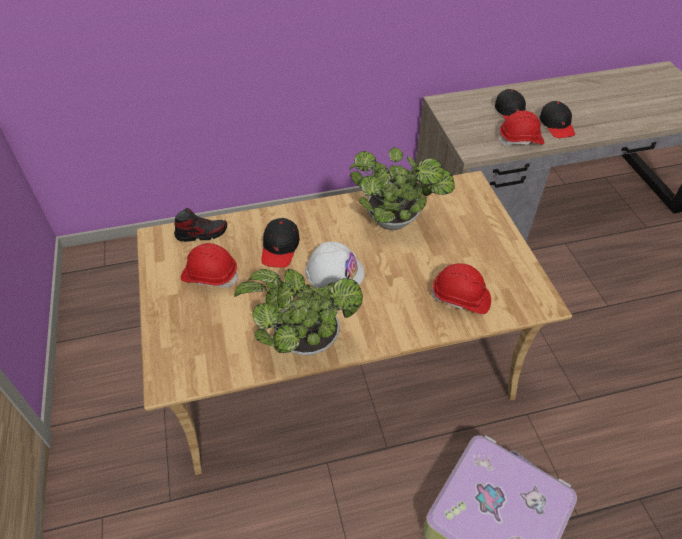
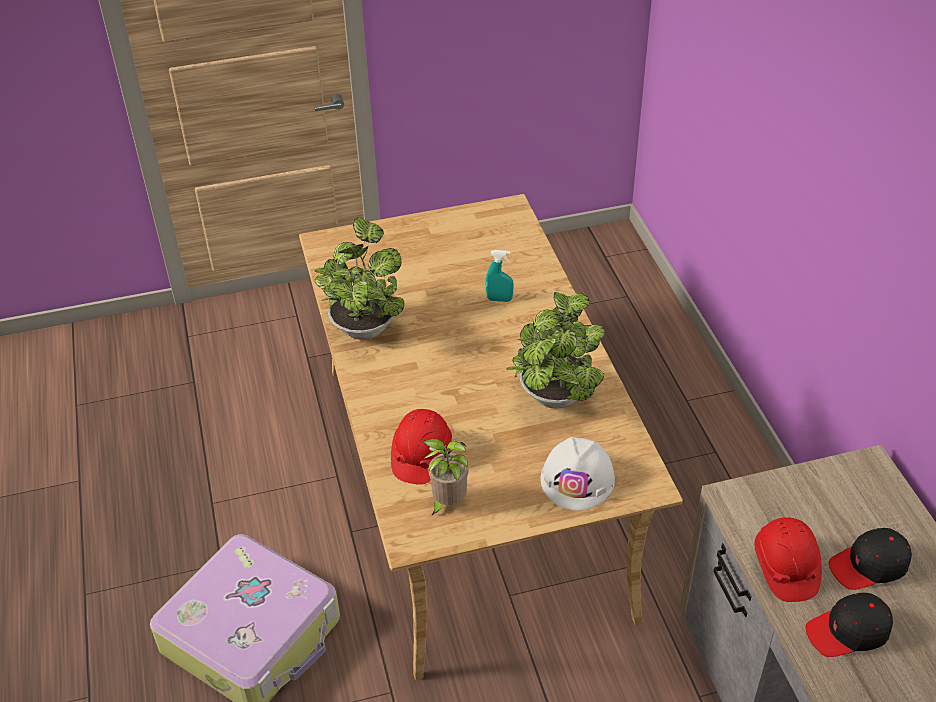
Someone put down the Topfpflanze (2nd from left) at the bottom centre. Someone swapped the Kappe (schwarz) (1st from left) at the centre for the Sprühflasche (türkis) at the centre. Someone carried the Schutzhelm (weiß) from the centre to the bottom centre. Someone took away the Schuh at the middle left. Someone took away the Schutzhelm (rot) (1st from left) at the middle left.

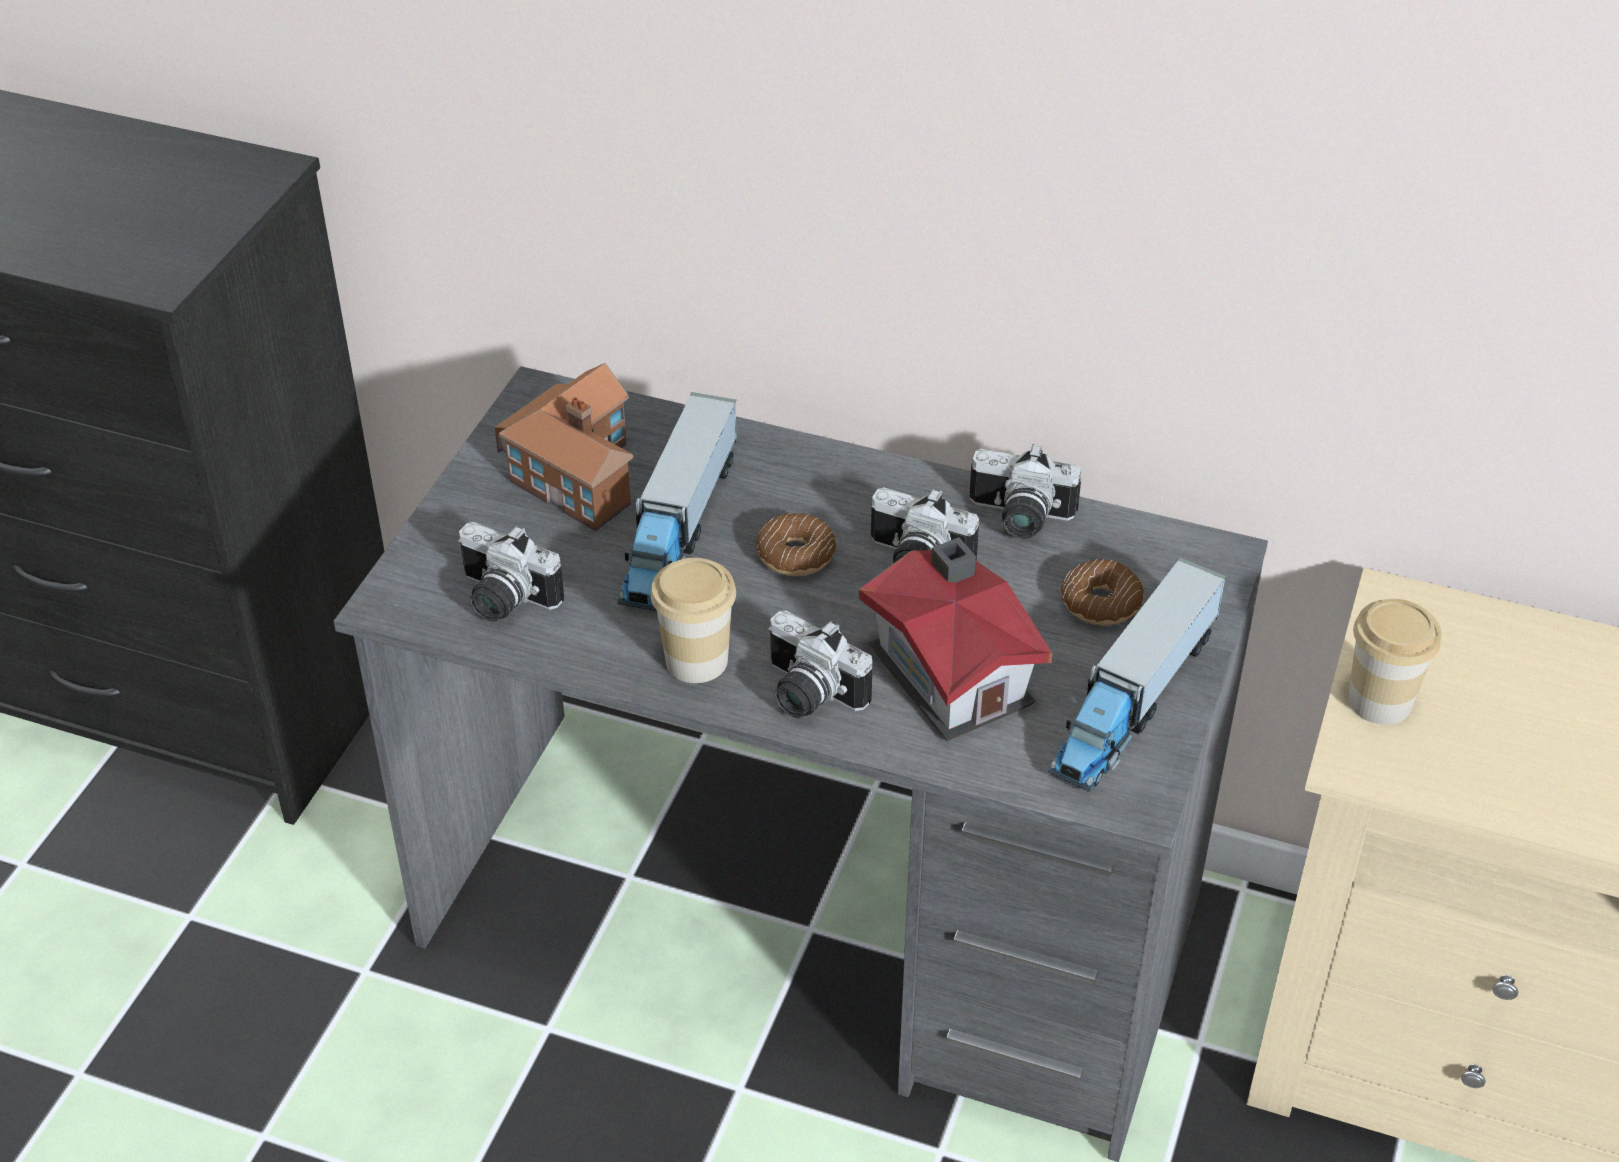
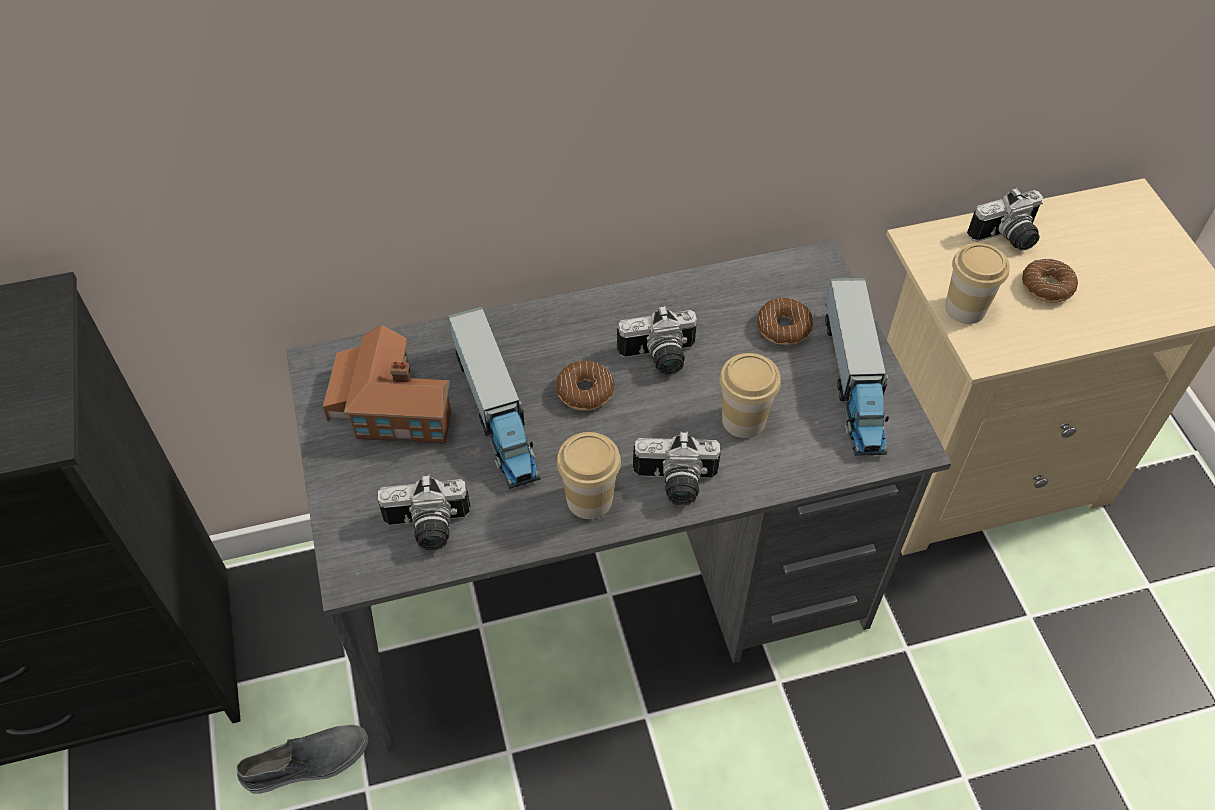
Someone put down the Schuh (grau) at the bottom left. Someone swapped the Spielzeughaus (2nd from left) at the centre for the Tasse (2nd from left) at the centre. Someone carried the Kamera (4th from left) from the centre to the top right. Someone put down the Donut (3rd from left) at the middle right.

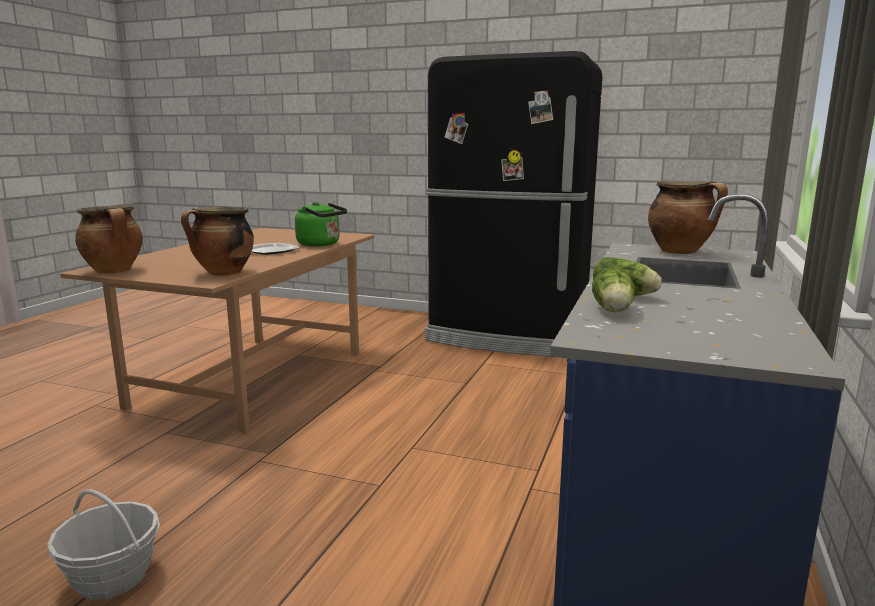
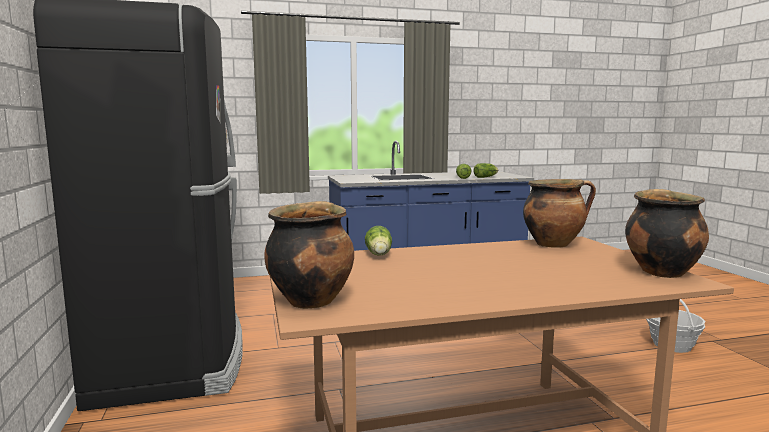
Someone carried the Kochtopf (3rd from left in the first image) from the middle right to the centre. Someone swapped the Wasserkessel (grün) at the centre for the Salatkopf (1st from left) at the centre. Someone took away the Teller at the middle left.

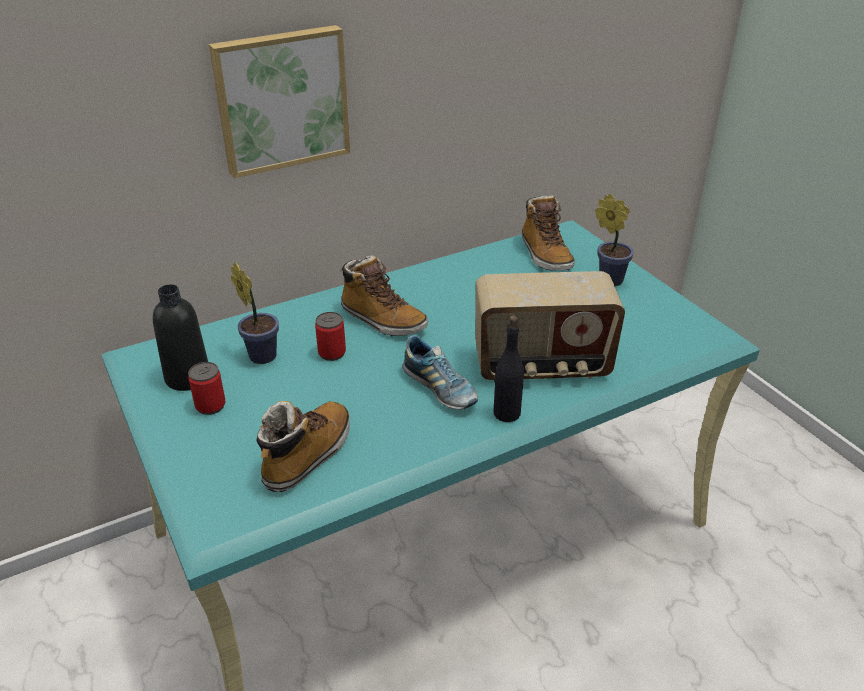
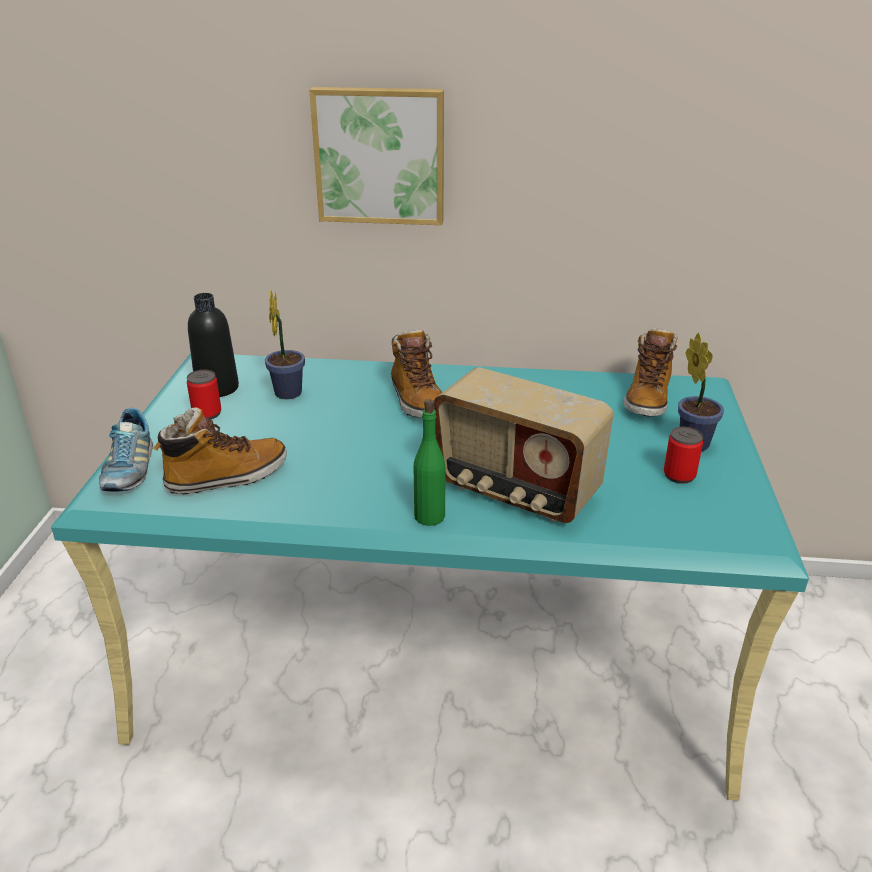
Someone carried the Schuh from the centre to the middle left. Someone repainted the Flasche (schwarz) (2nd from left) at the centre, which became the Flasche (grün) at the centre. Someone carried the Dose (2nd from left) from the centre to the middle right.

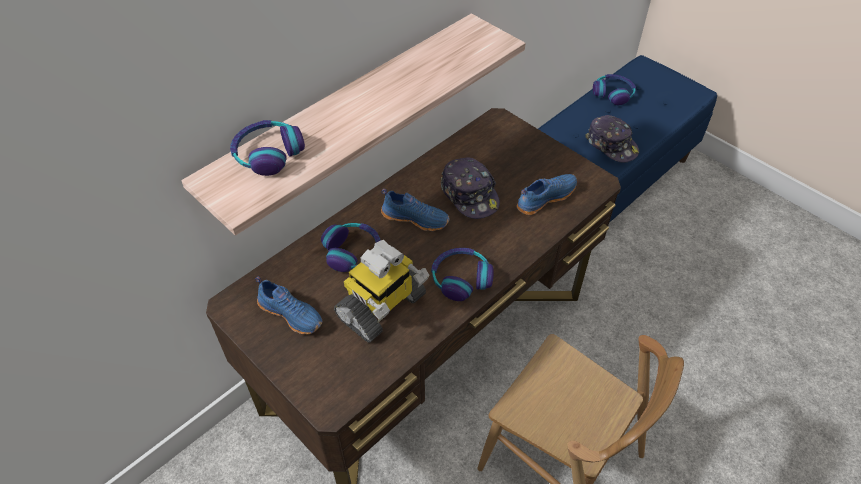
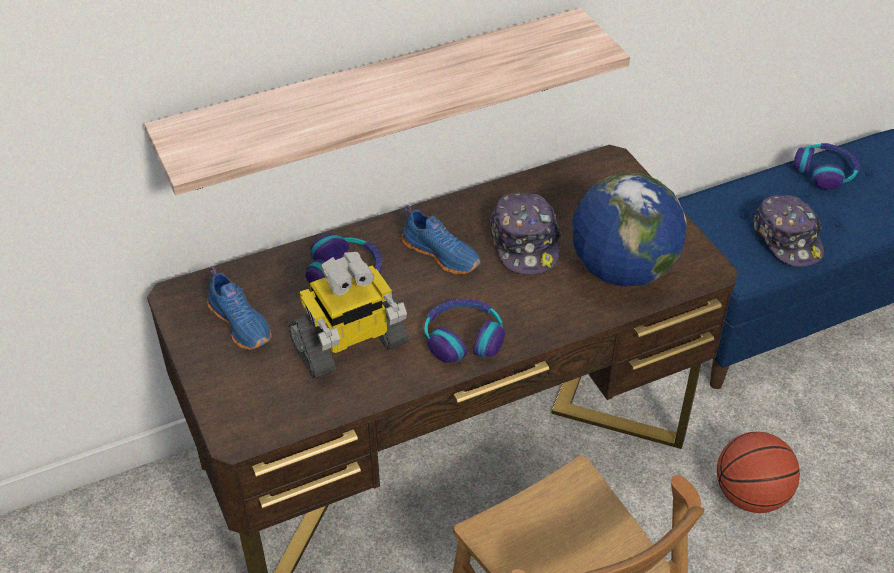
Someone swapped the Schuh (blau) (3rd from left) at the centre for the Globus at the middle right. Someone put down the Basketball at the bottom right. Someone took away the Kopfhörer (1st from left) at the top left.

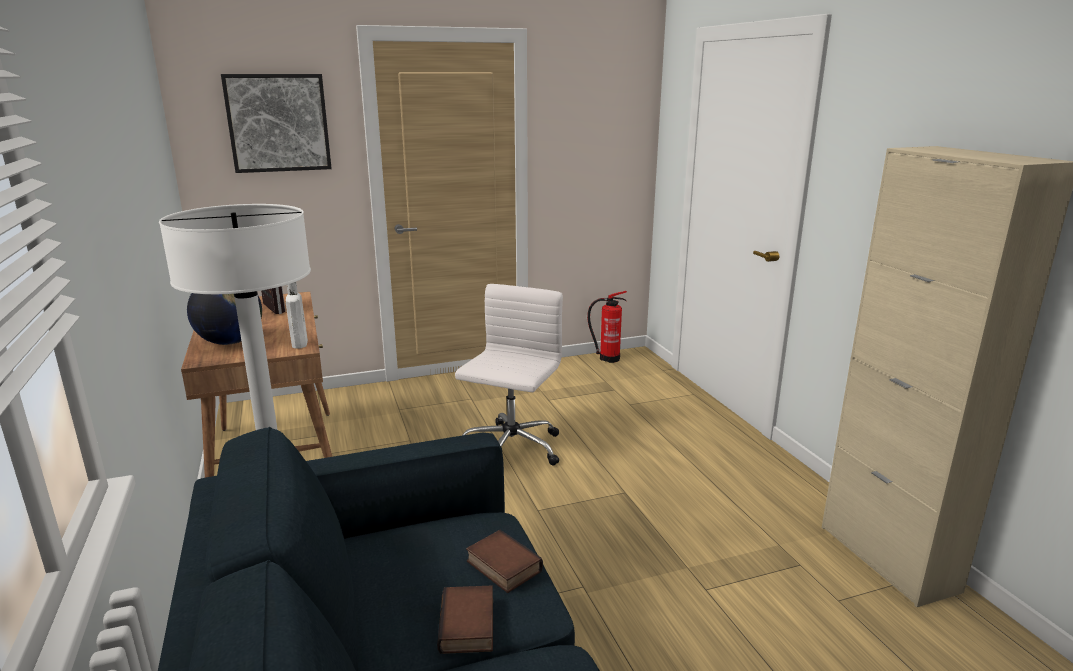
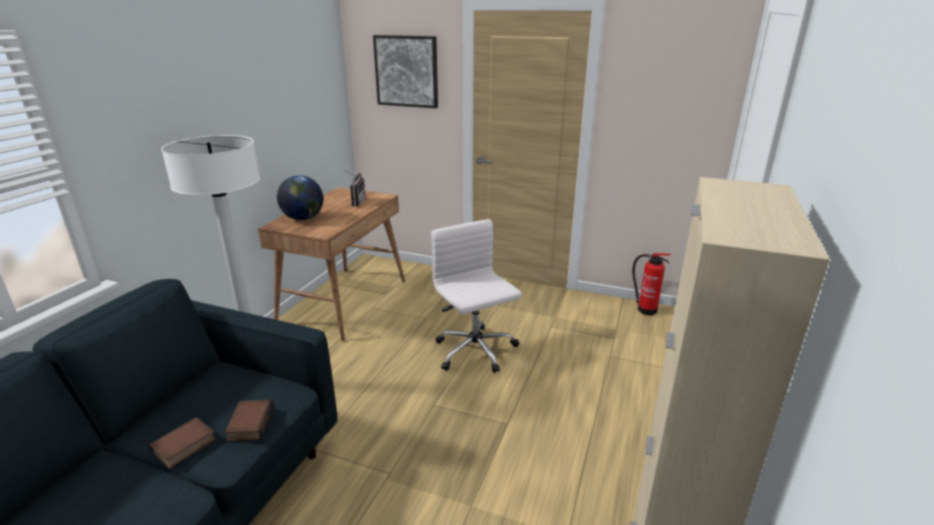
Someone rotated the Bürostuhl (weiß) at the centre by 90 degrees counterclockwise. Someone took away the Flasche (weiß) at the middle left.

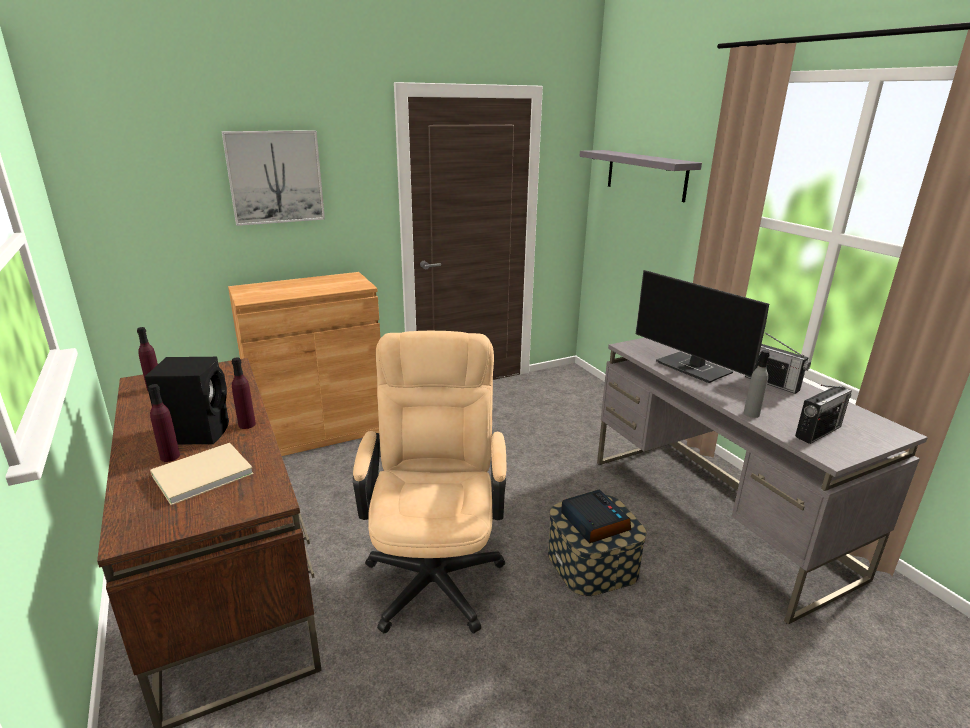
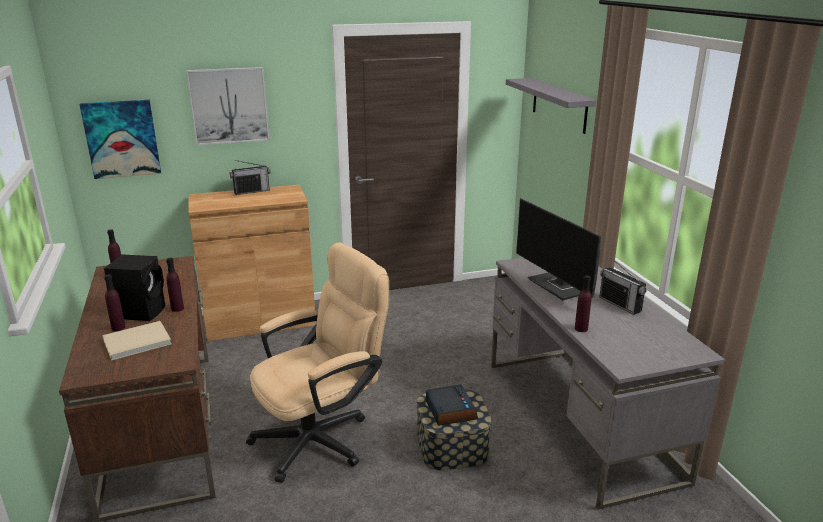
Someone put up the Bild (1st from left) at the top left. Someone carried the Radio (2nd from left in the first image) from the middle right to the middle left. Someone rotated the Bürostuhl (beige) at the centre by 45 degrees clockwise. Someone repainted the Flasche (grau) at the middle right, which became the Flasche (lila) (4th from left) at the middle right.

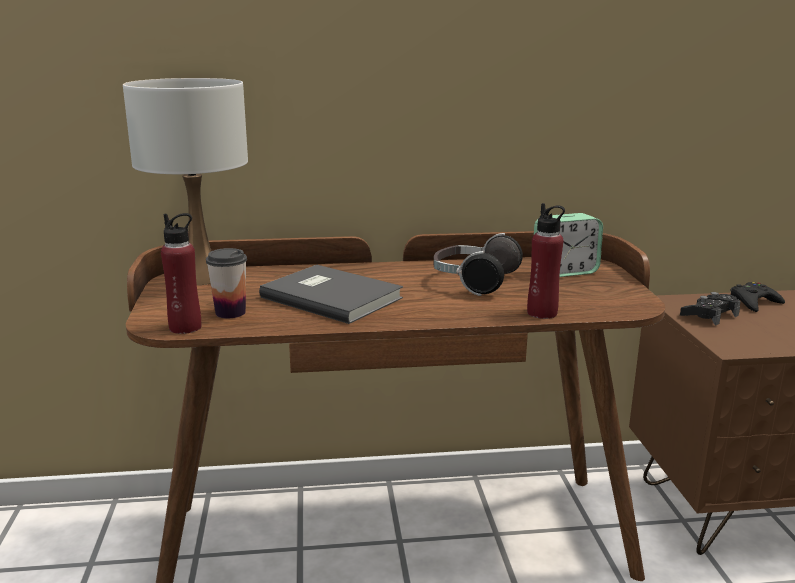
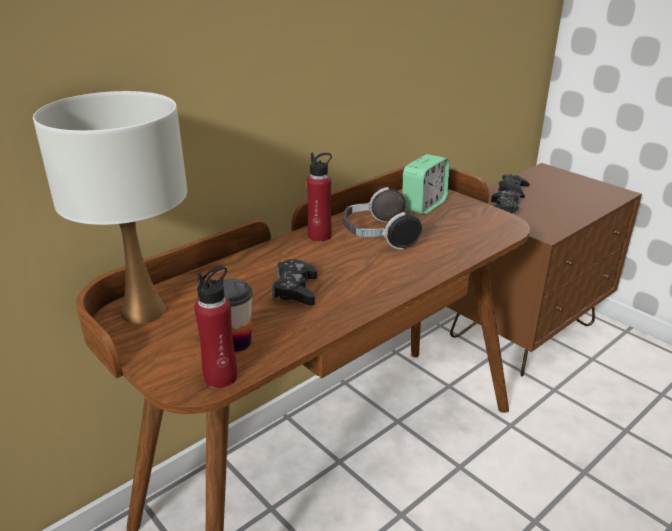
Someone swapped the Buch (grau) at the centre for the Gamepad (schwarz) (1st from left) at the centre. Someone carried the Flasche (rot) (2nd from left) from the middle right to the centre.

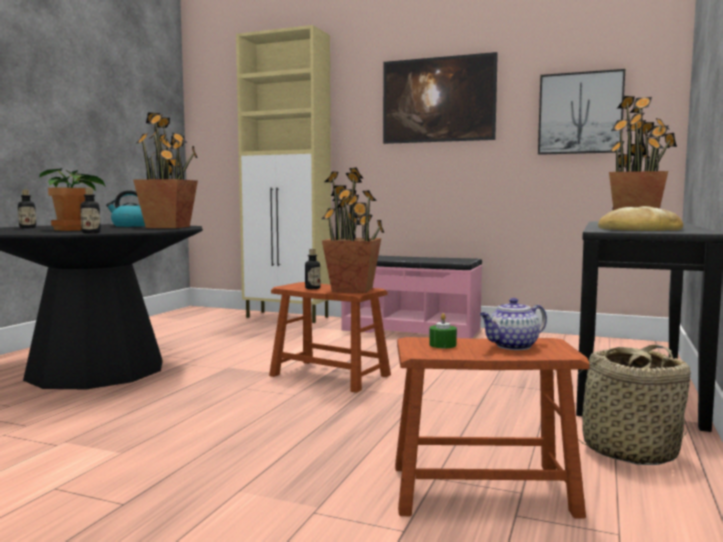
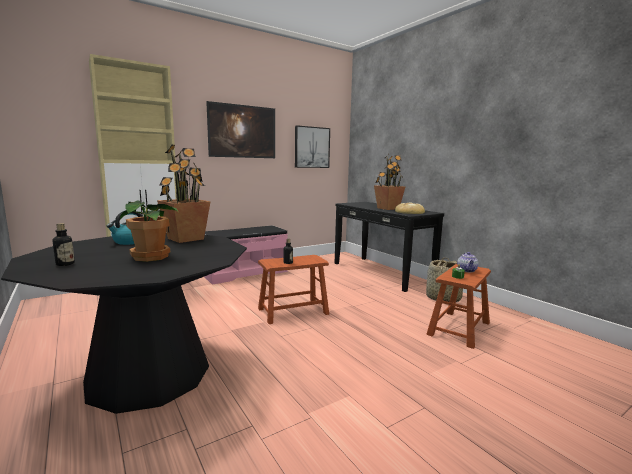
Someone took away the Flasche (2nd from left) at the middle left. Someone took away the Topfpflanze (3rd from left) at the centre.

